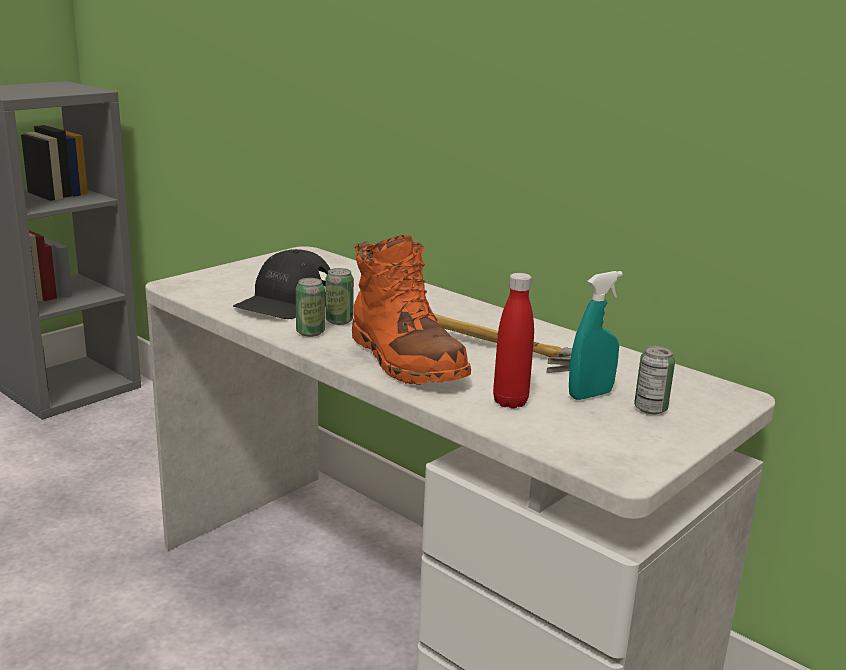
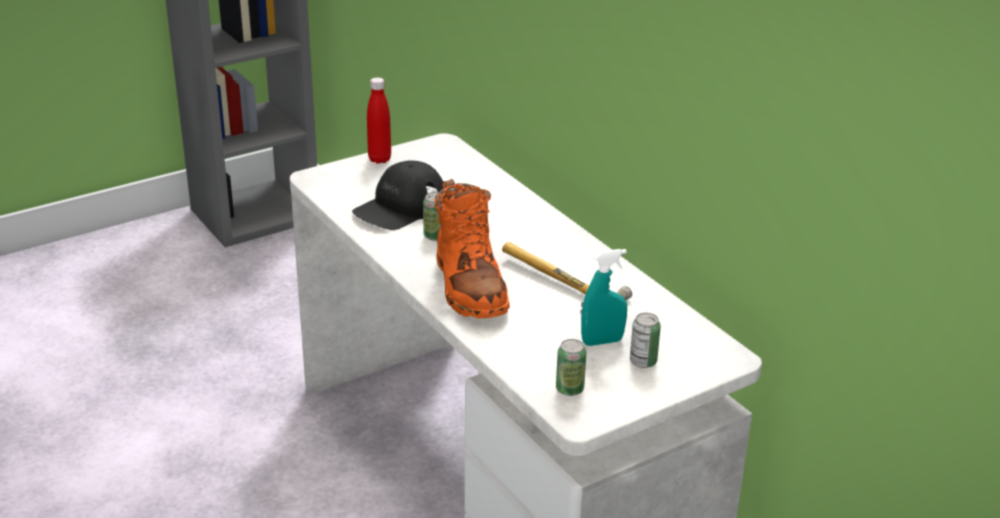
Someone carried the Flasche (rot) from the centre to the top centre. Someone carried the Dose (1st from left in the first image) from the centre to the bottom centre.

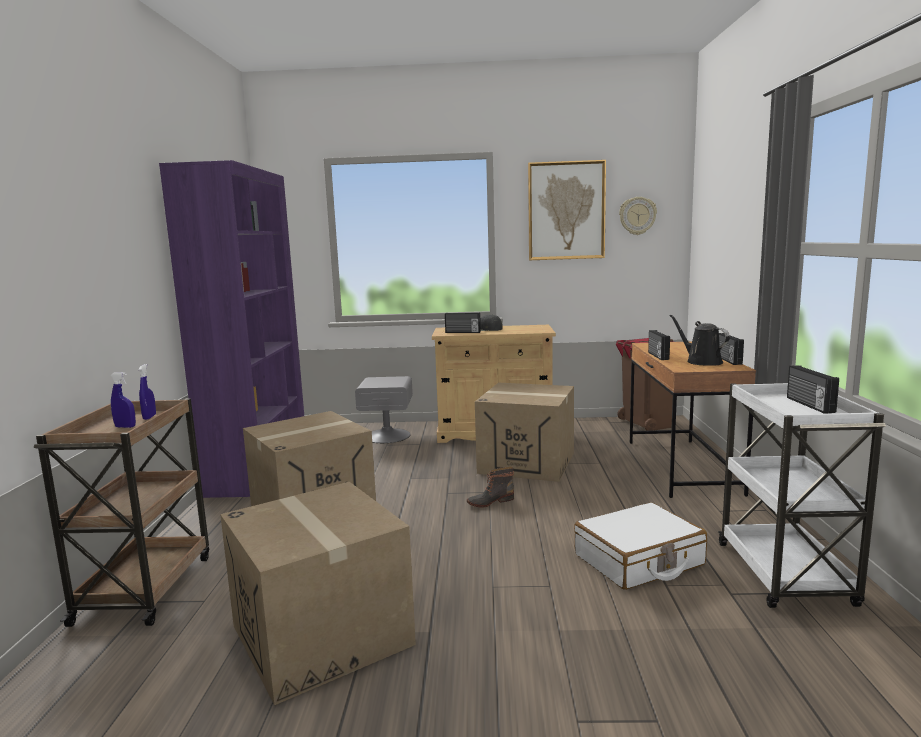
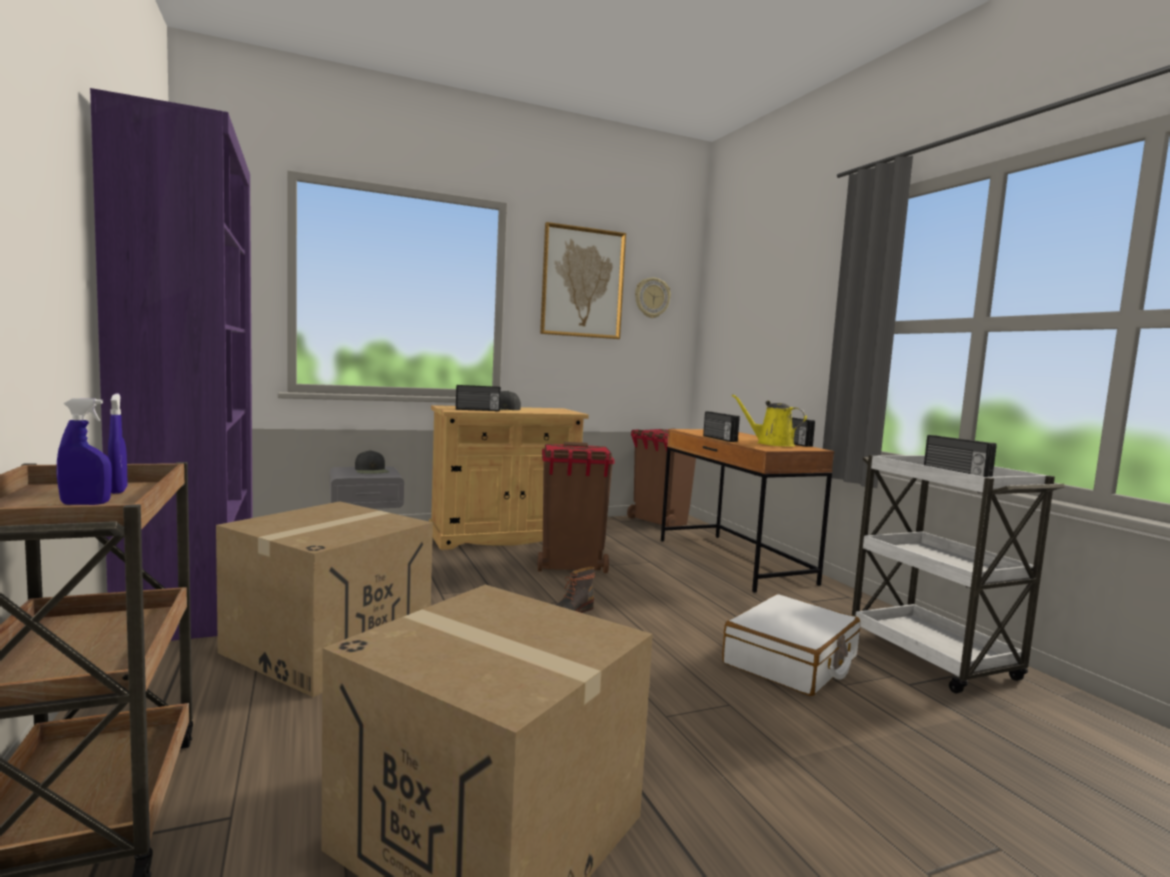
Someone put down the Kappe (schwarz) (1st from left) at the middle left. Someone swapped the Karton (3rd from left) at the centre for the Mülleimer (braun) (1st from left) at the centre. Someone repainted the Gießkanne (schwarz) at the middle right, which became the Gießkanne (gelb) at the centre.

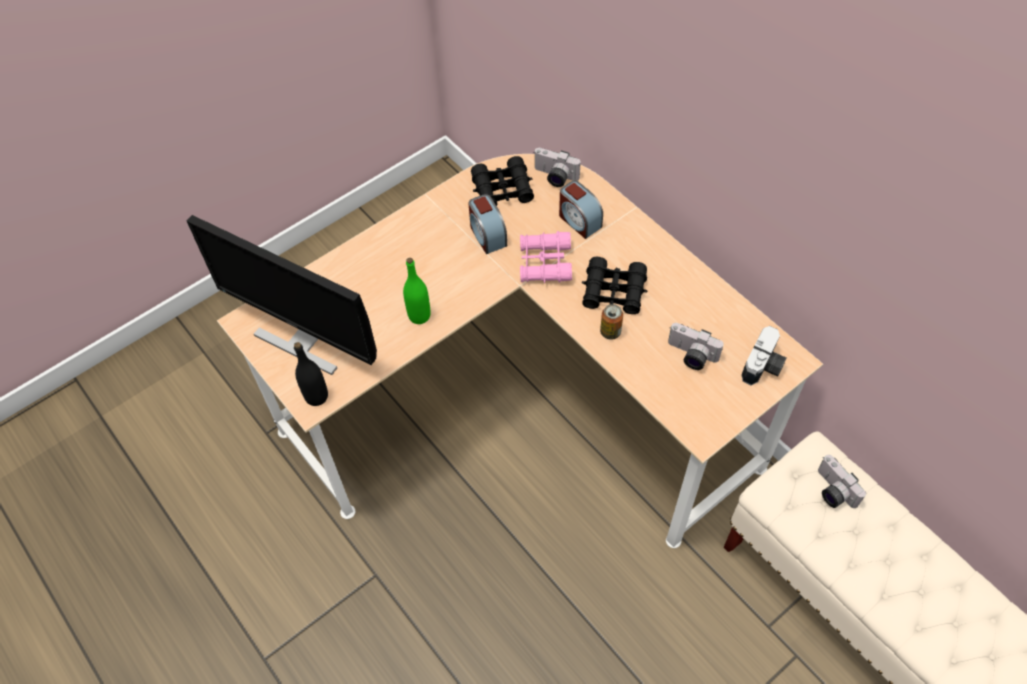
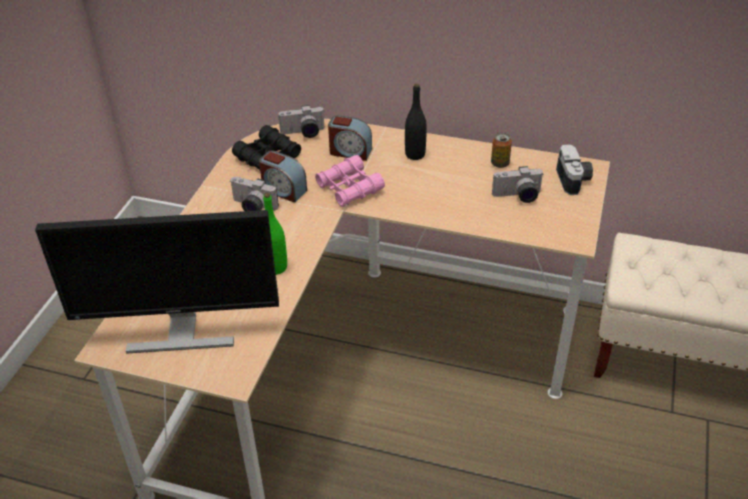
Someone carried the Kamera (4th from left in the first image) from the bottom right to the centre. Someone carried the Flasche (schwarz) from the middle left to the top centre. Someone carried the Dose from the centre to the top right. Someone took away the Fernglas (schwarz) (2nd from left) at the centre.

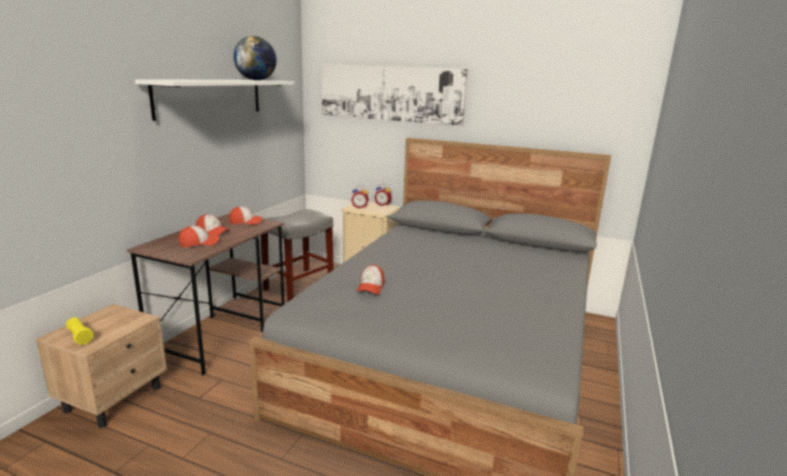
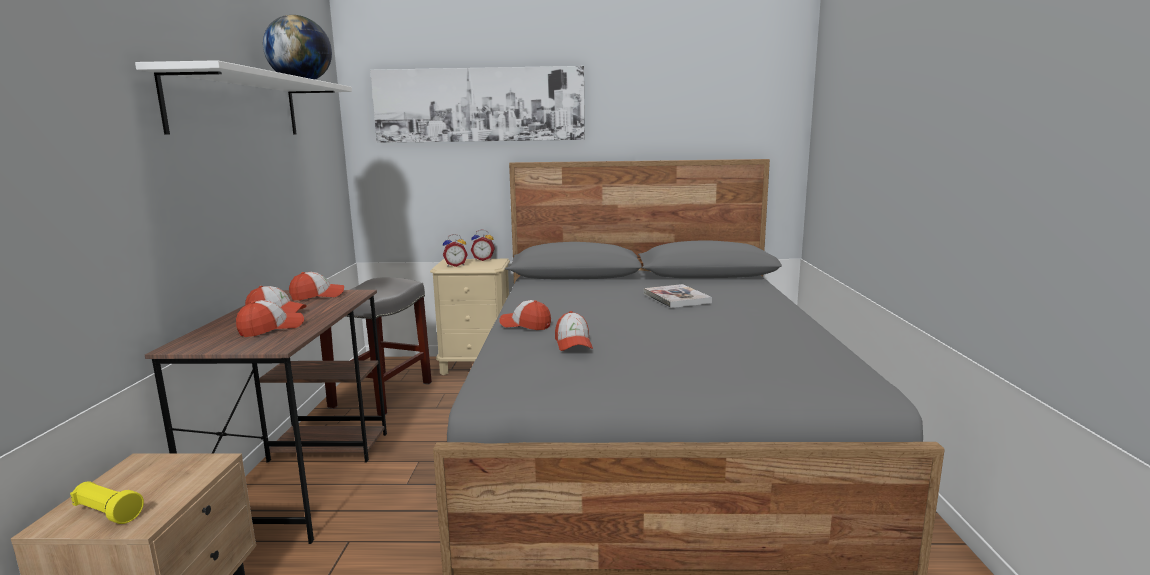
Someone put down the Kappe (4th from left) at the centre. Someone put down the Buch at the centre.

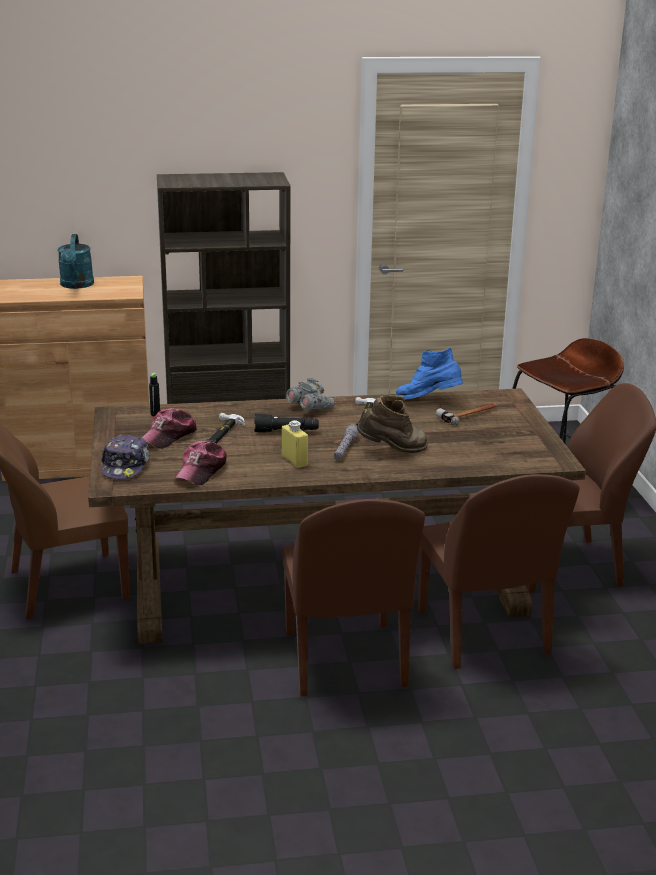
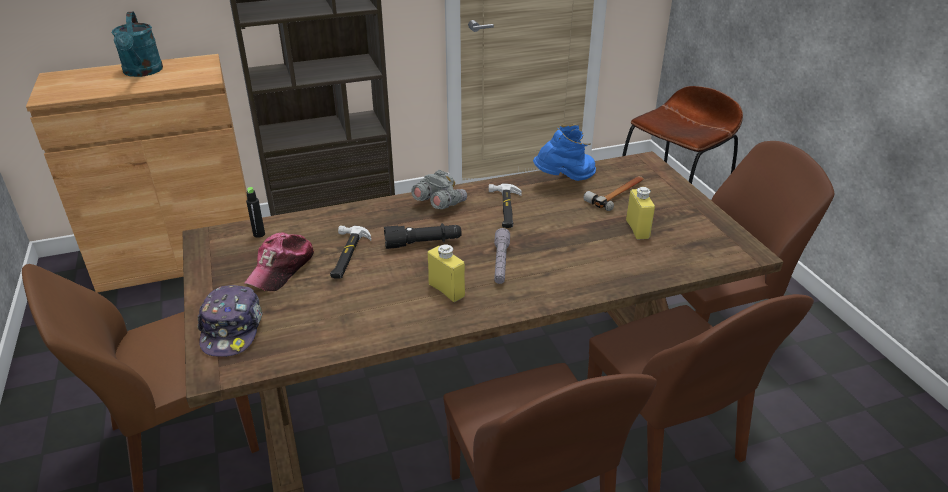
Someone rotated the Stiefel (blau) at the centre by 150 degrees clockwise. Someone put down the Flasche (gelb) (2nd from left) at the middle right. Someone took away the Kappe (3rd from left) at the middle left. Someone took away the Stiefel (braun) at the centre.

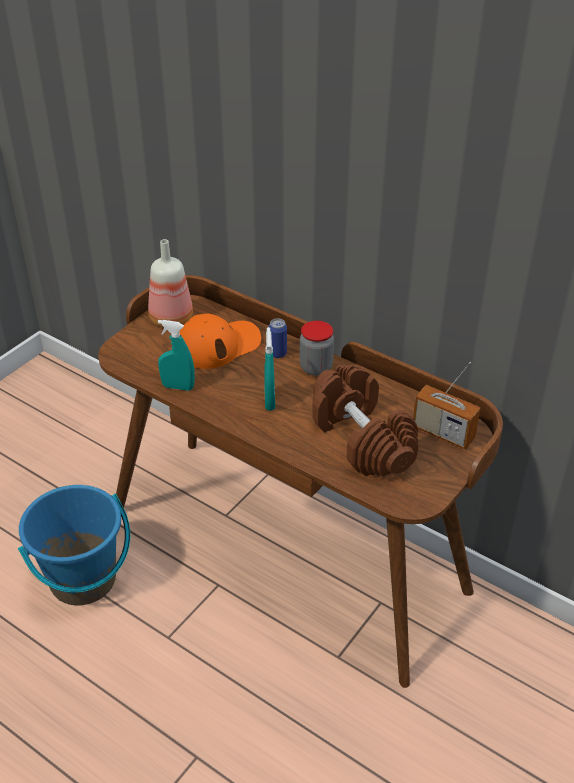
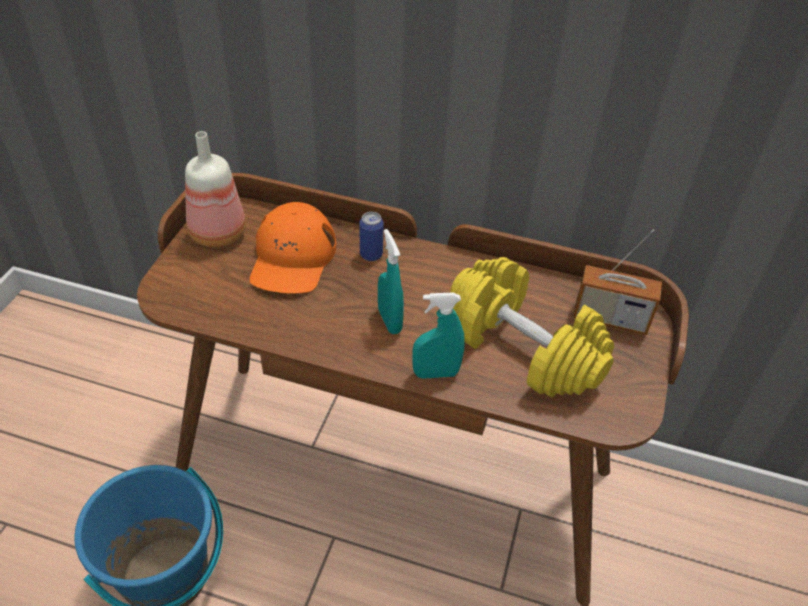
Someone rotated the Kappe (orange) at the centre by 150 degrees clockwise. Someone carried the Sprühflasche (türkis) (1st from left in the first image) from the middle left to the centre. Someone repainted the Hantel (braun) at the centre, which became the Hantel (gelb) at the centre. Someone took away the Vorratsglas at the centre.

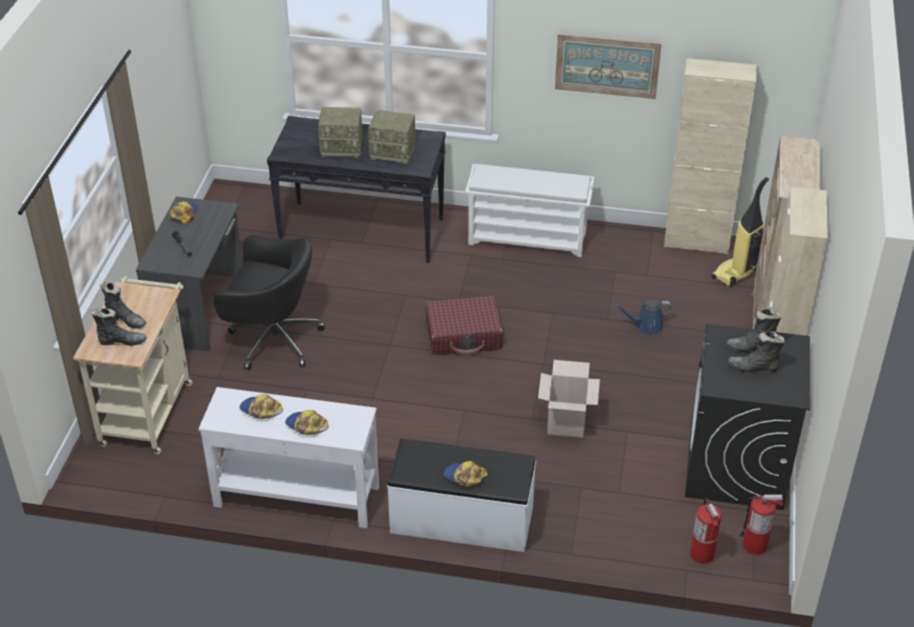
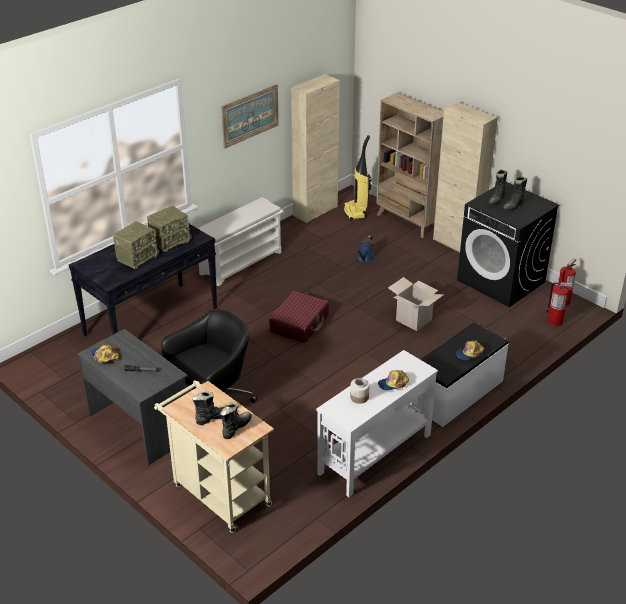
Someone swapped the Kappe (2nd from left) at the middle left for the Vorratsglas at the centre.

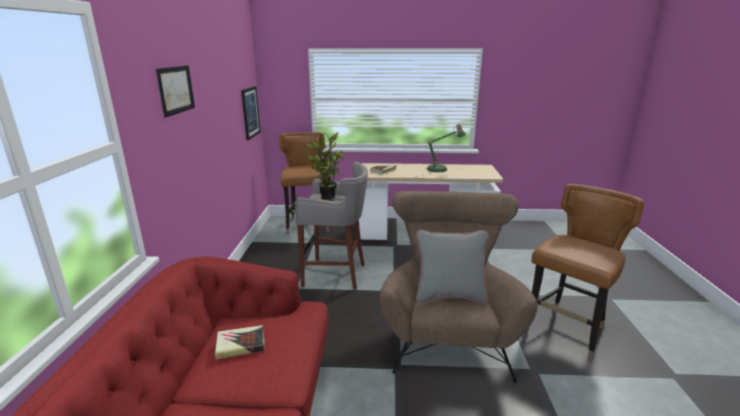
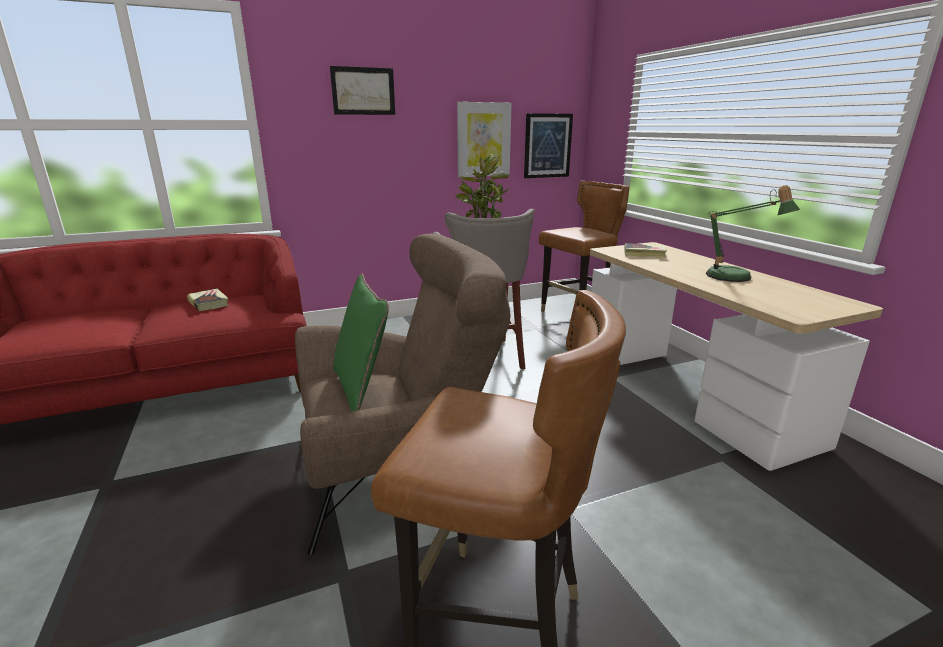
Someone repainted the Kissen (grau) at the centre, which became the Kissen (grün) at the centre. Someone put up the Bild (2nd from left) at the top centre.

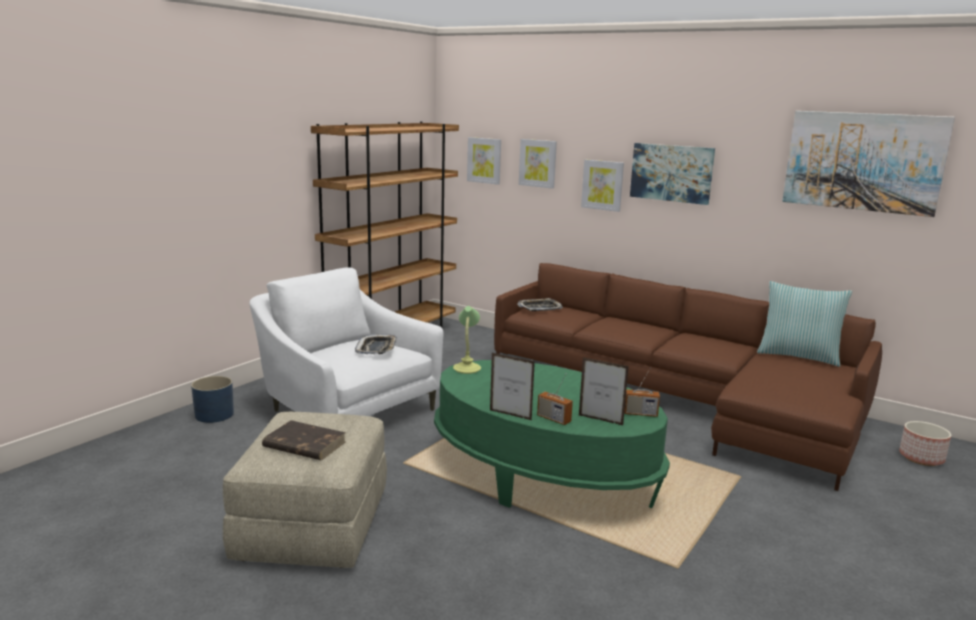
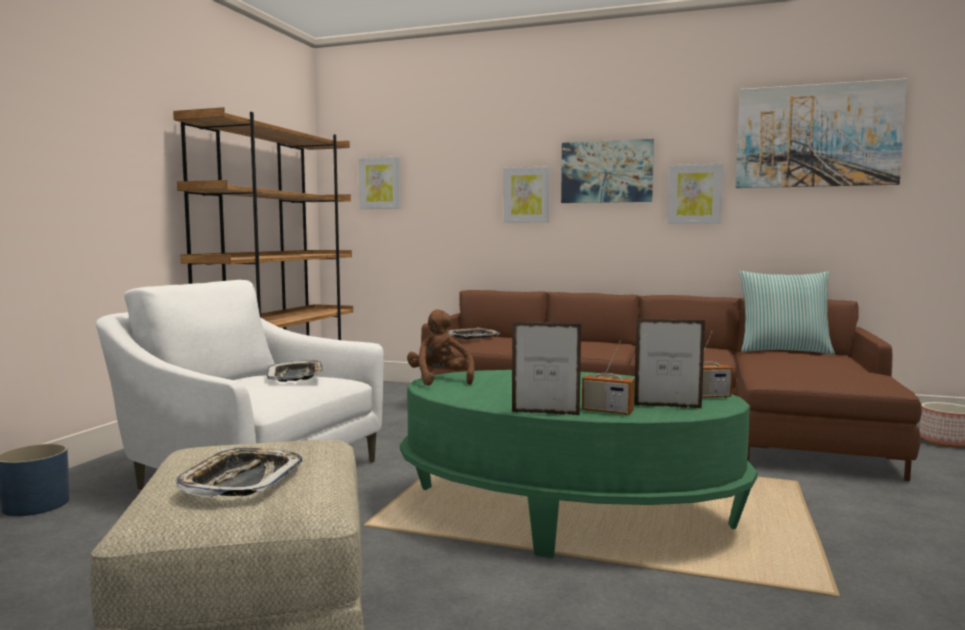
Someone swapped the Buch (braun) at the bottom left for the Tablett (1st from left) at the bottom left. Someone swapped the Tischlampe at the centre for the Plüschtier (braun) at the centre. Someone carried the Bild (2nd from left in the first image) from the top centre to the top right.

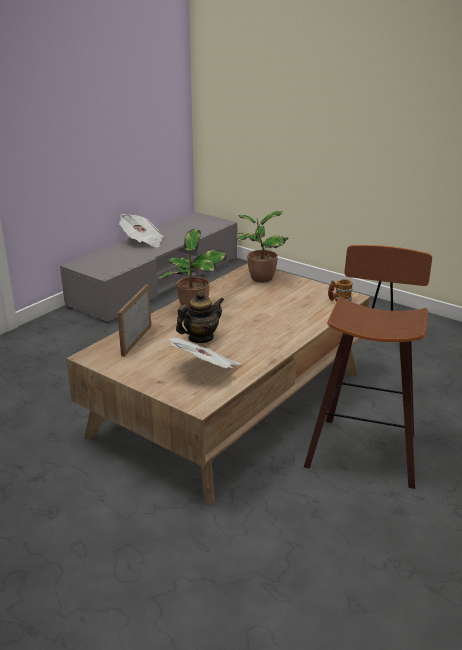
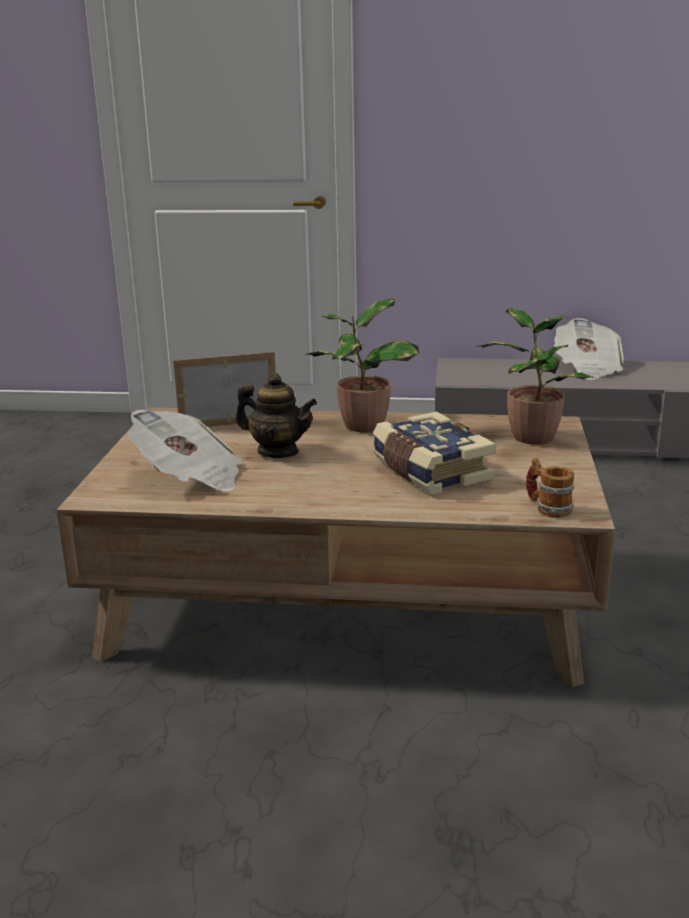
Someone put down the Buch at the centre. Someone took away the Hocker at the middle right.

